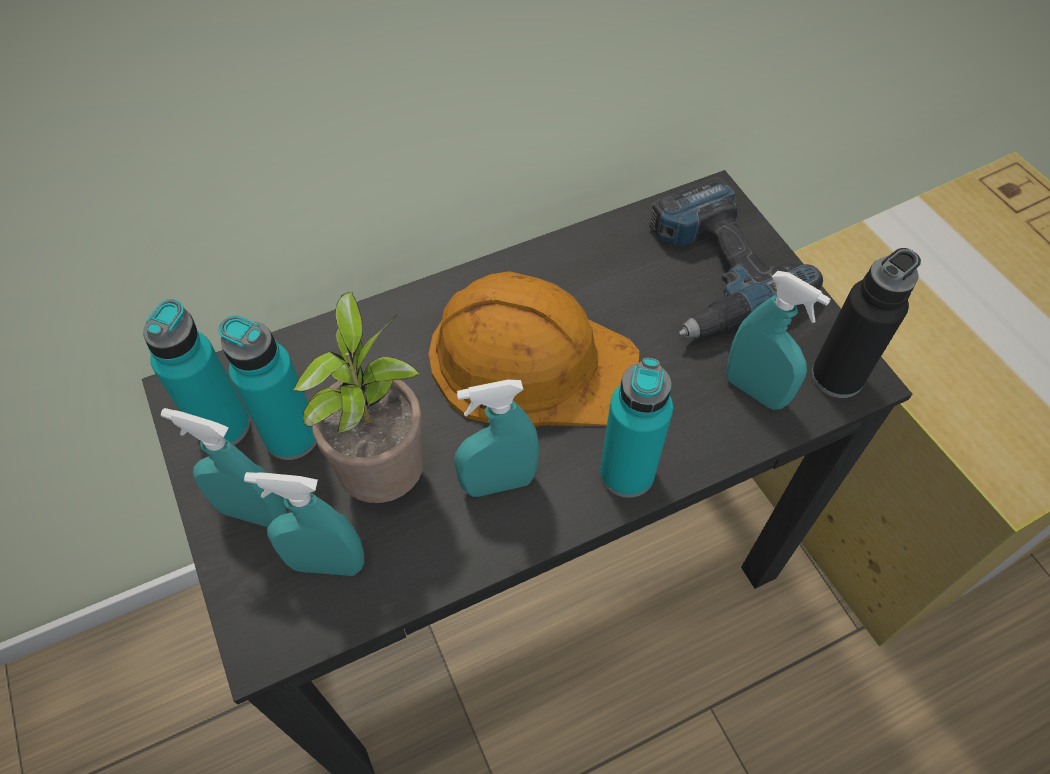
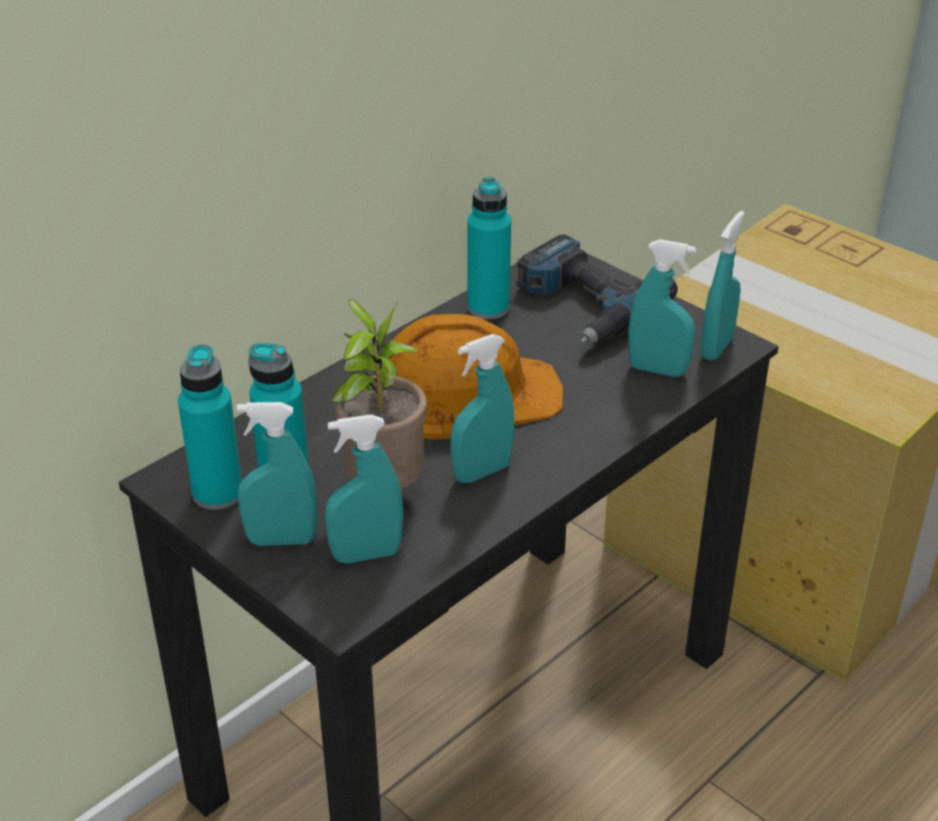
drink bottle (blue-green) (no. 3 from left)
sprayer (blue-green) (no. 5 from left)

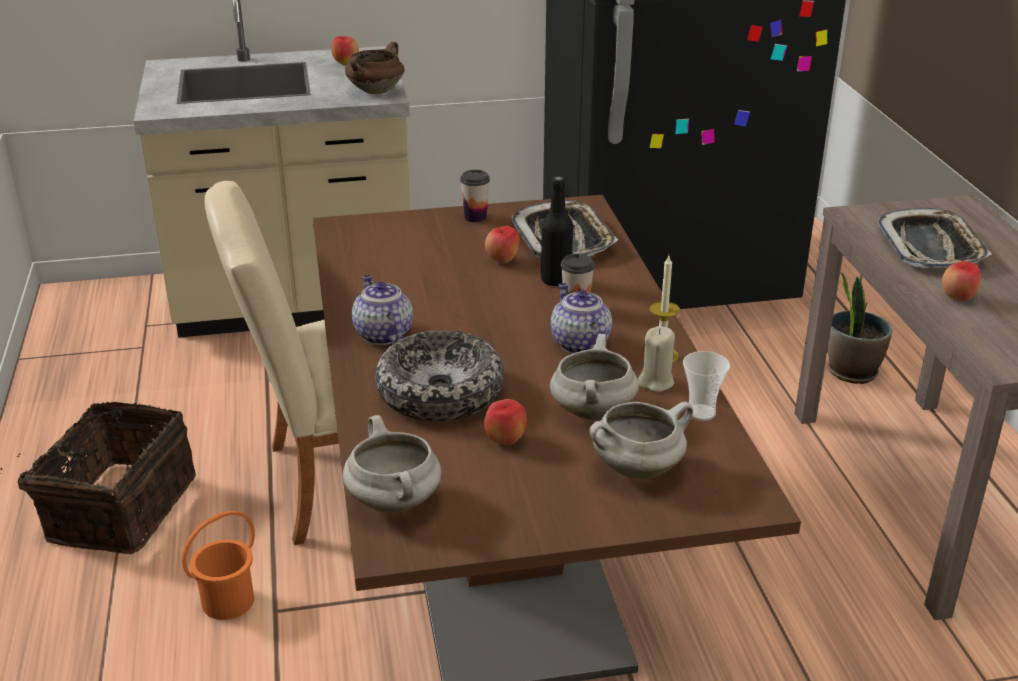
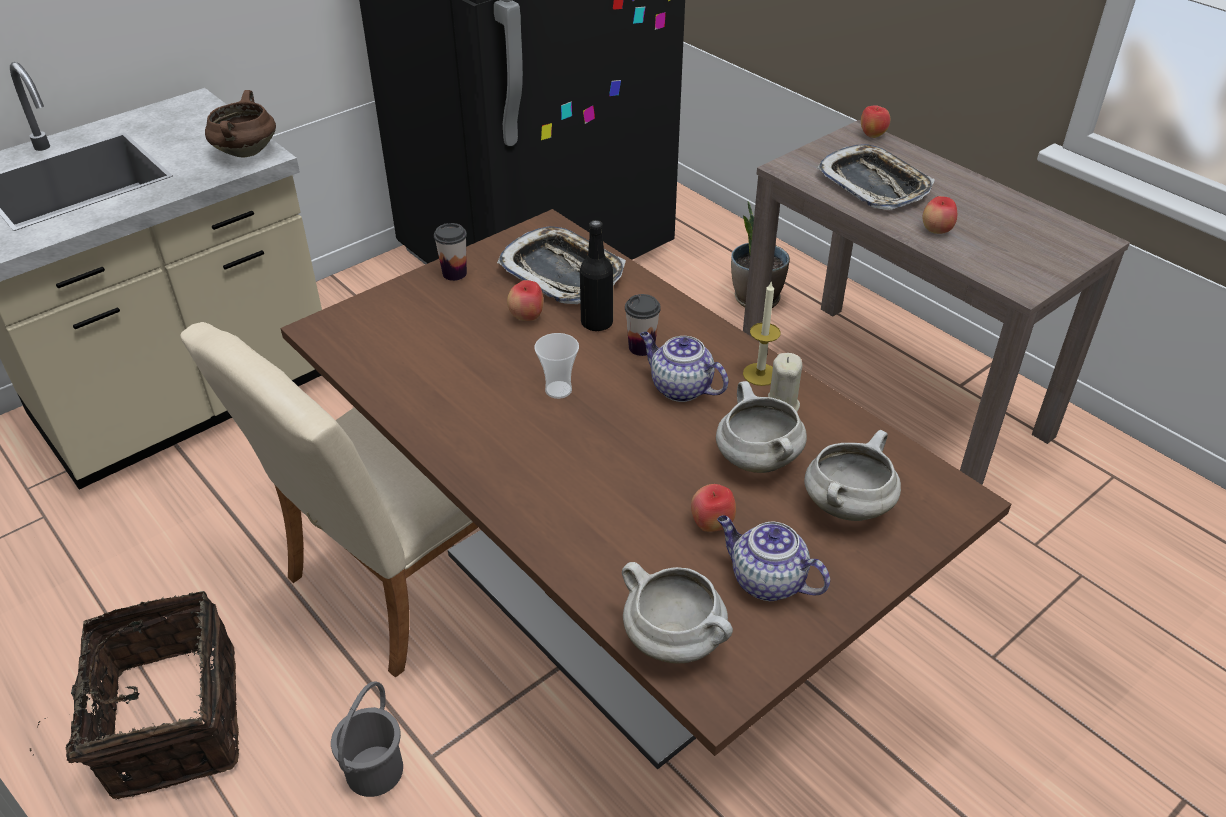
deep dish
whole apple (no. 3 from left)
tea pot (no. 2 from left)
drinking cup (no. 2 from left)
bucket (gray)

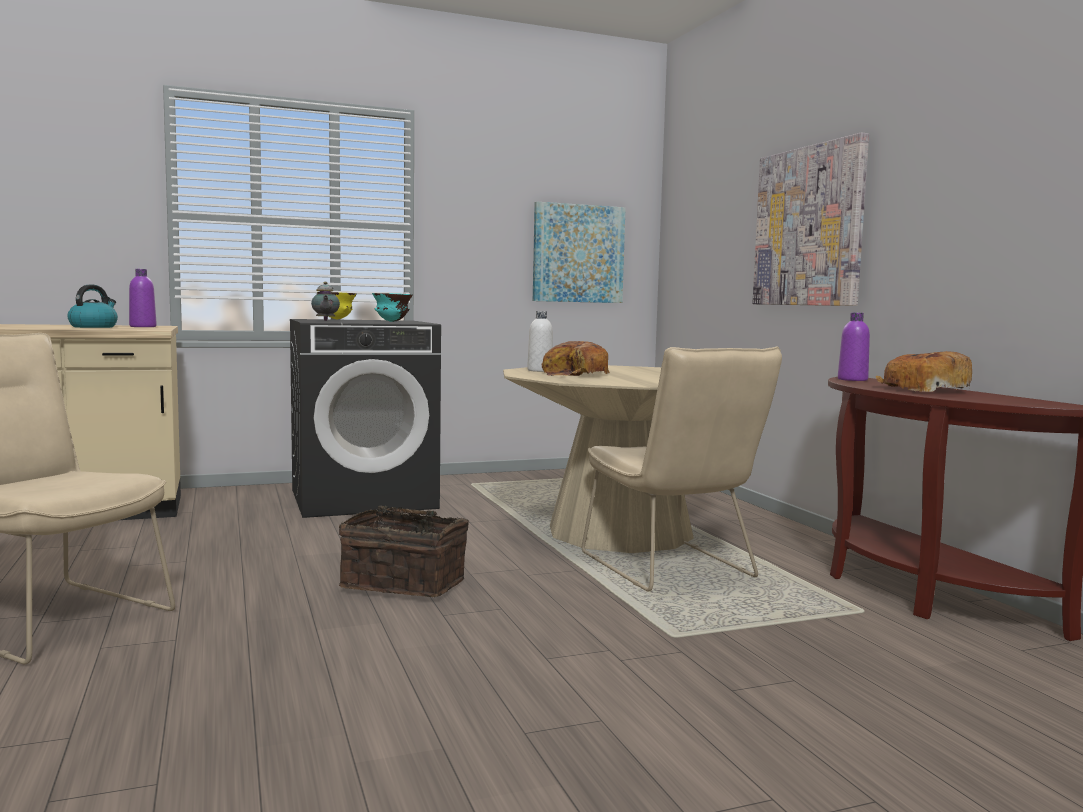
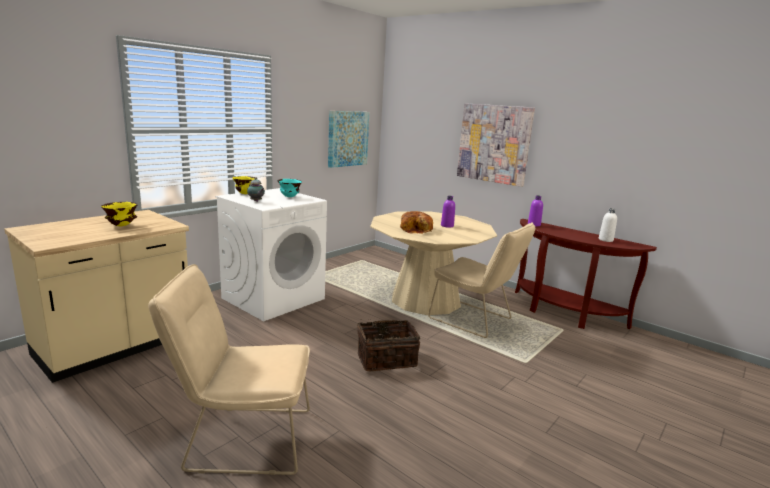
bakery bread (no. 2 from left in the first image)
drink bottle (purple) (no. 1 from left)
drink bottle (white)
deep dish (yellowish) (no. 1 from left)
laundry machine (white)

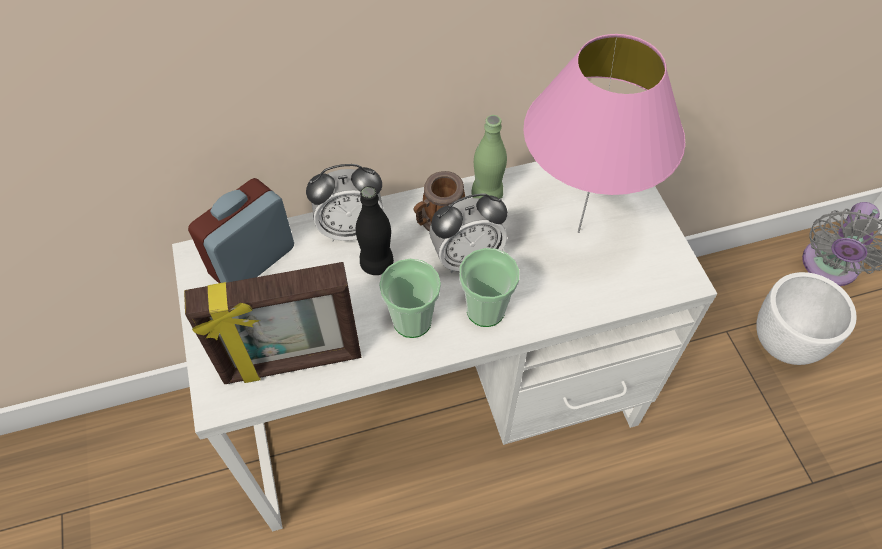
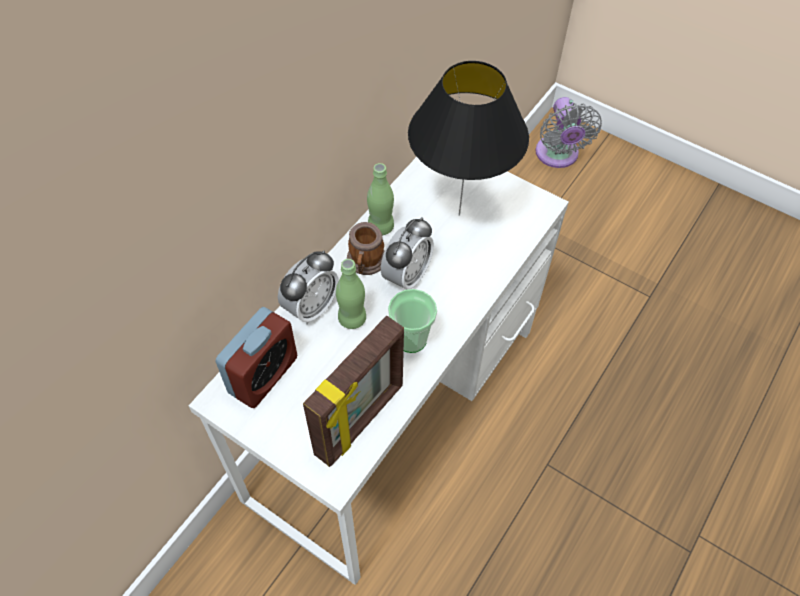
drinking cup (no. 2 from left in the first image)
planter (white)
drink bottle (green-coloured) (no. 1 from left)
lamp for a table (black-coloured)
bedside clock (no. 1 from left)

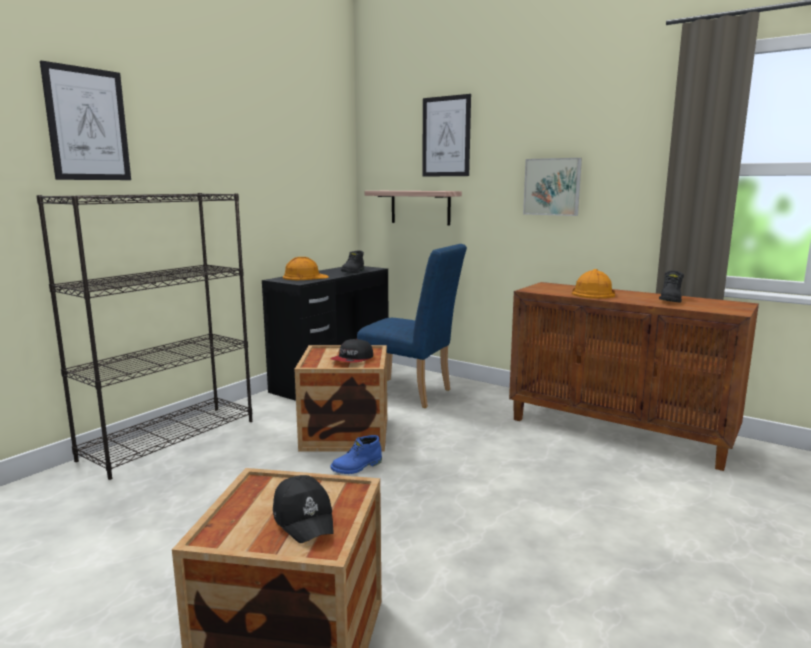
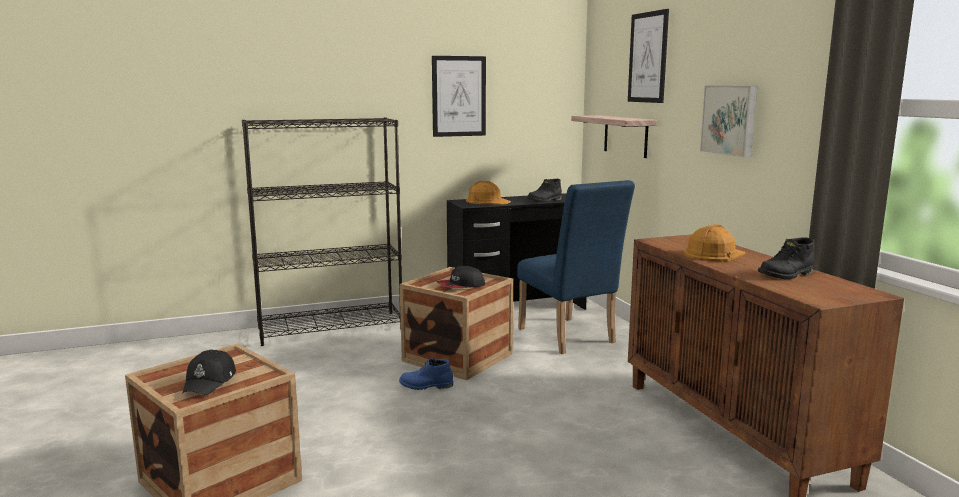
wall art (no. 1 from left)

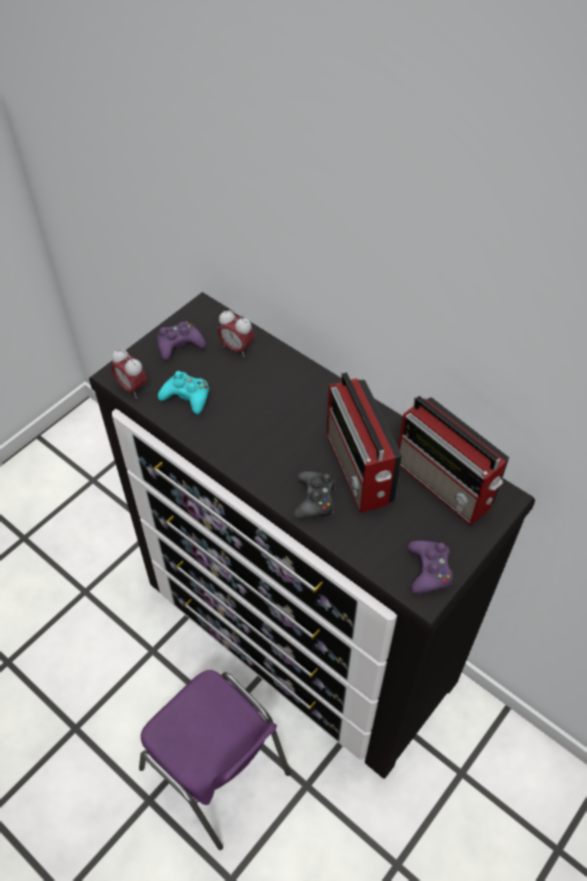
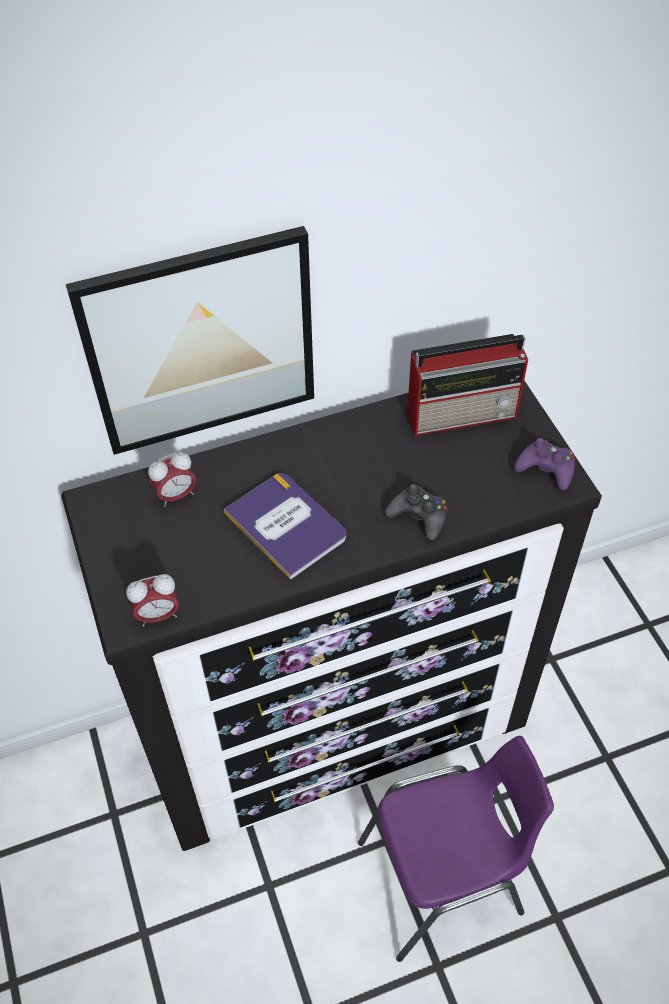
game controller (purple) (no. 1 from left in the first image)
game controller (blue-green)
radio receiver (no. 1 from left in the first image)
wall art
book

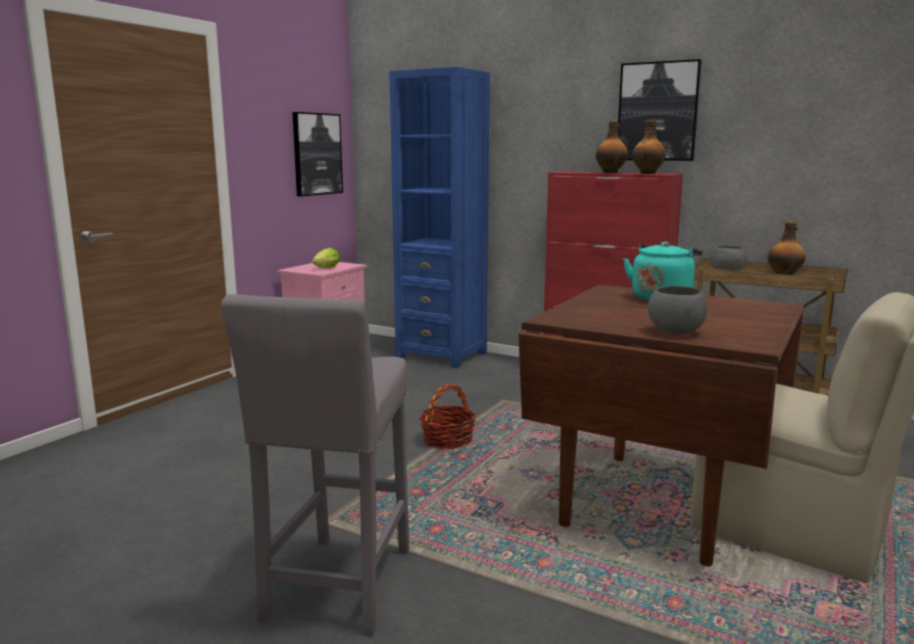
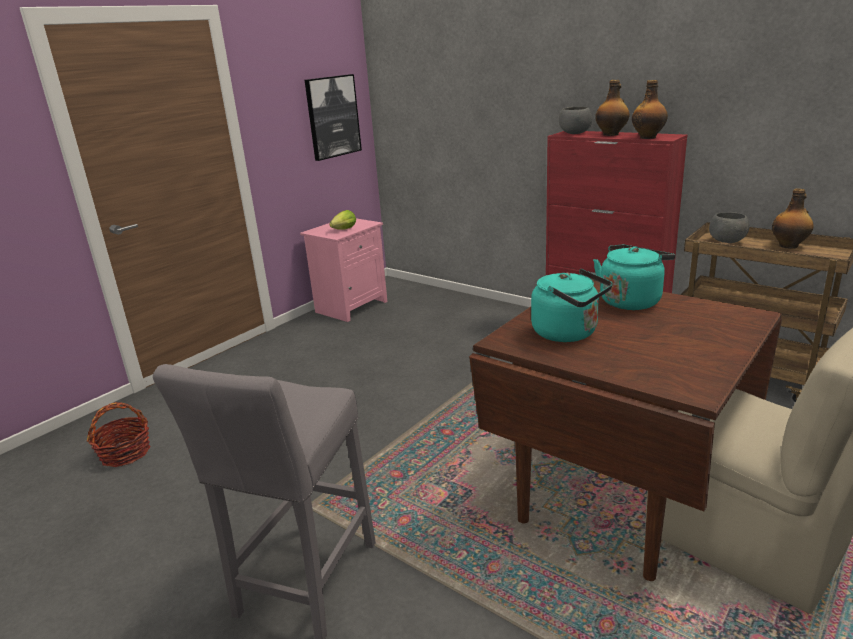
bookcase (blue-coloured)
wall art (no. 2 from left in the first image)
kettle (blue-green) (no. 1 from left)
household basket
deep dish (gray) (no. 1 from left)

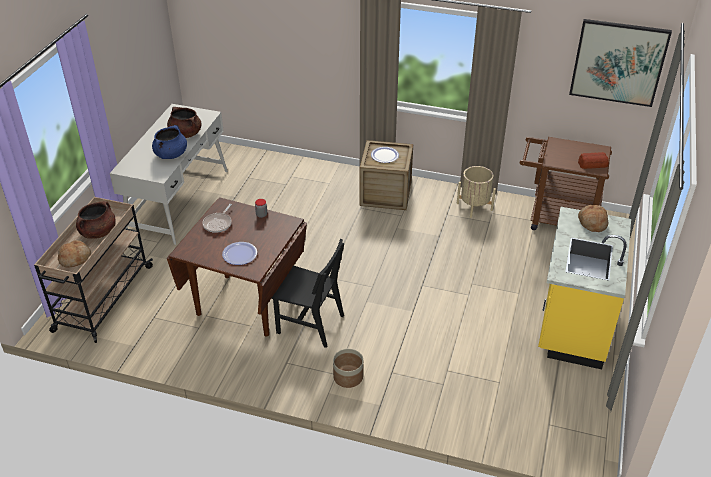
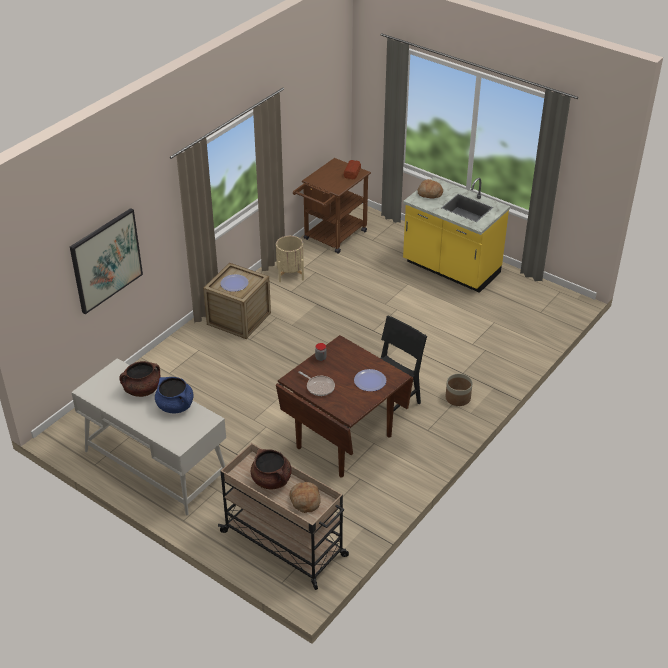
wall art

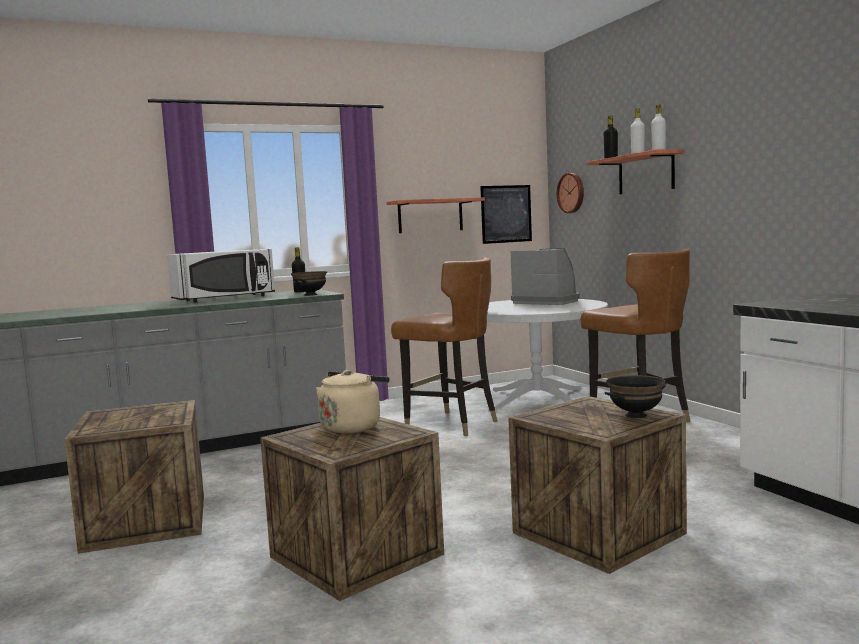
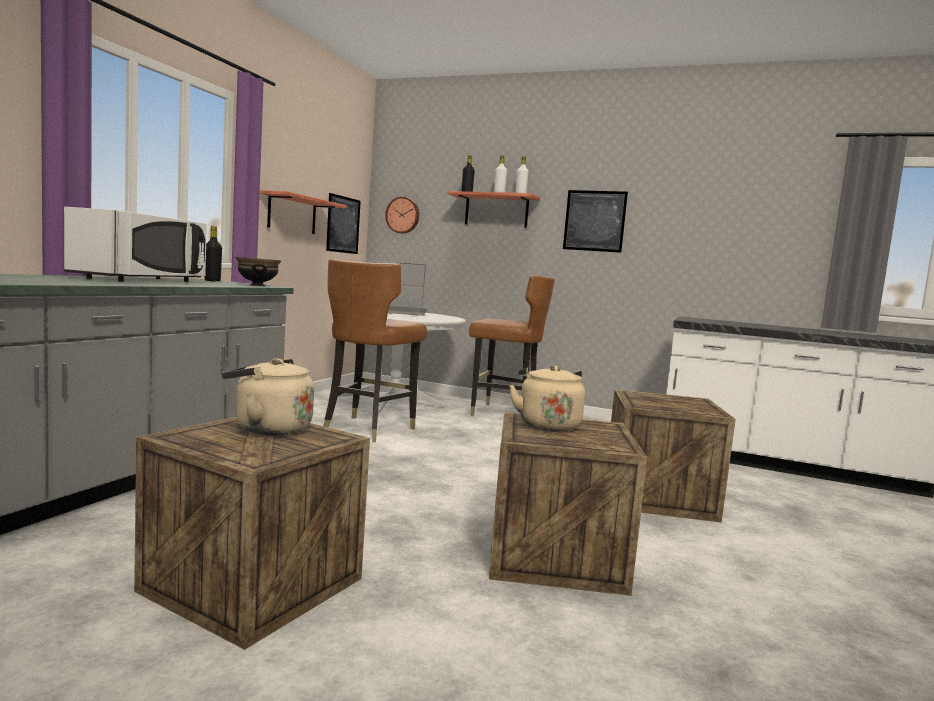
deep dish (black-coloured) (no. 2 from left in the first image)
kettle (beige) (no. 1 from left)
wall art (no. 2 from left)
plain chair (brown-coloured) (no. 1 from left)

